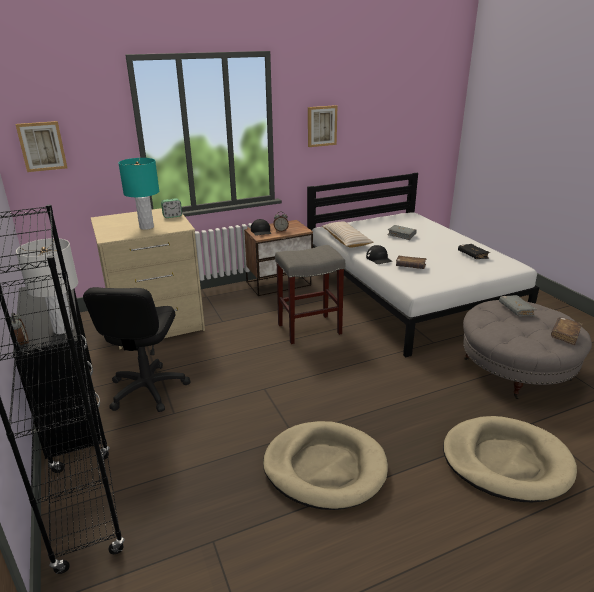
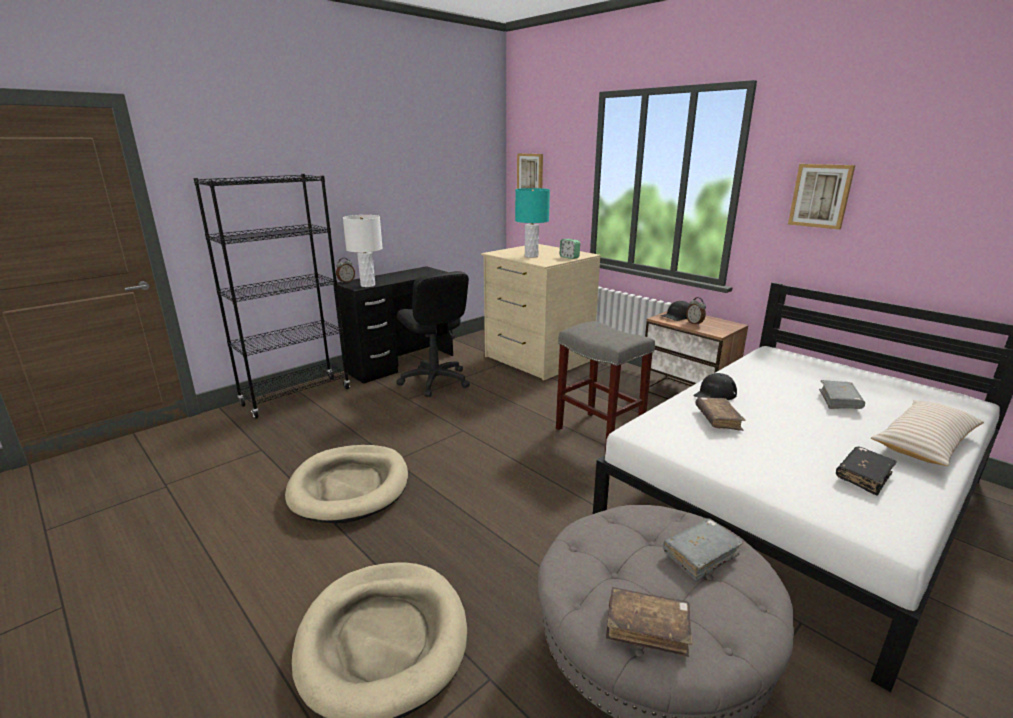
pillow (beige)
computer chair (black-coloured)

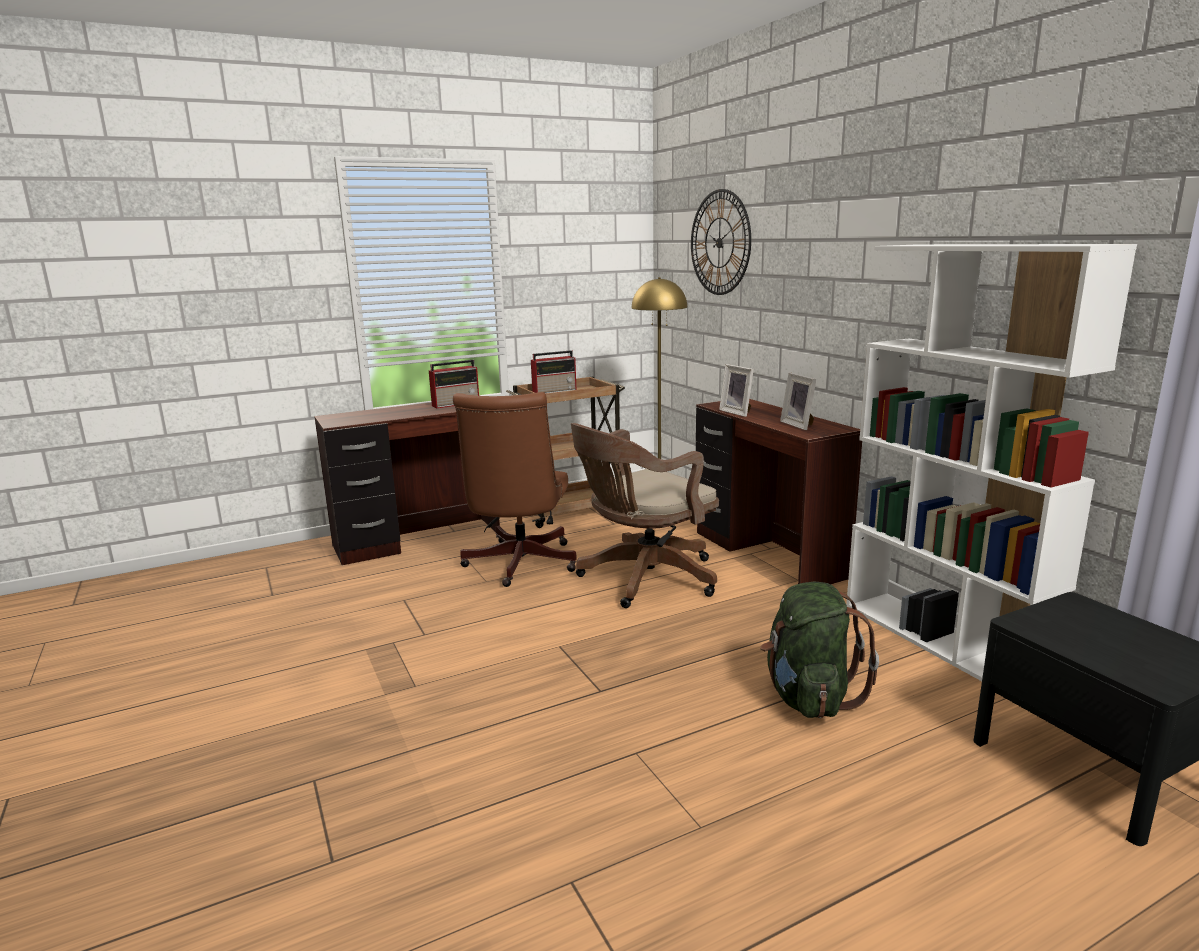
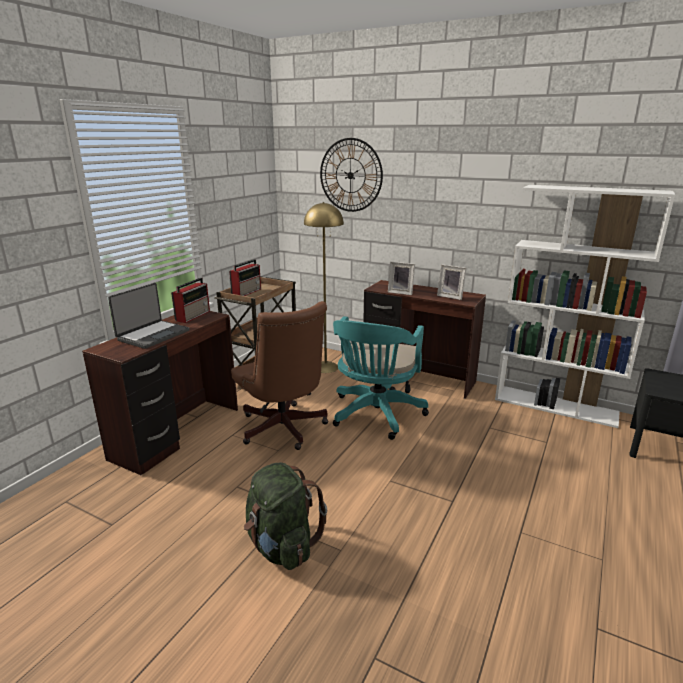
notebook computer
backpack (green-coloured)
computer chair (blue-green)

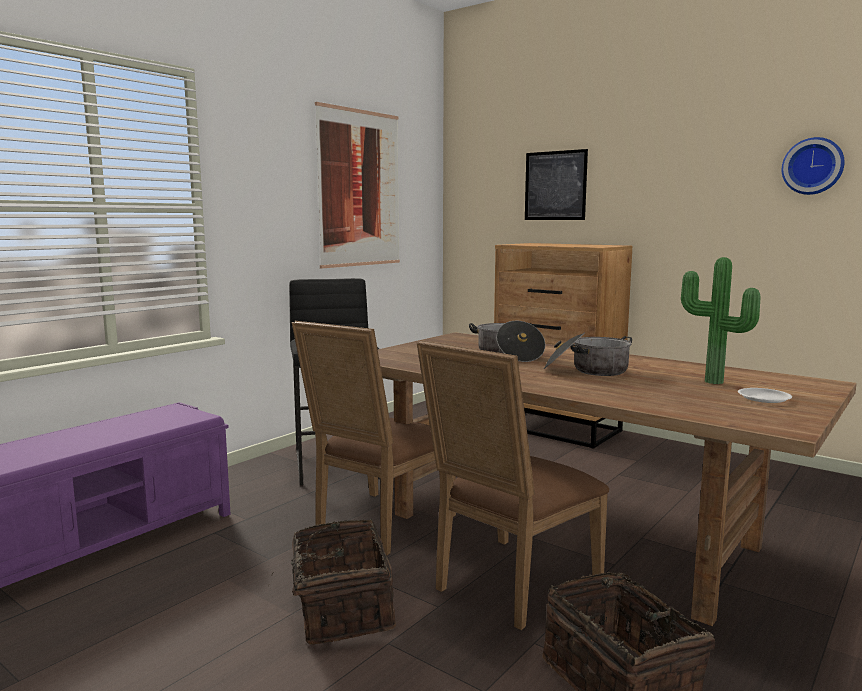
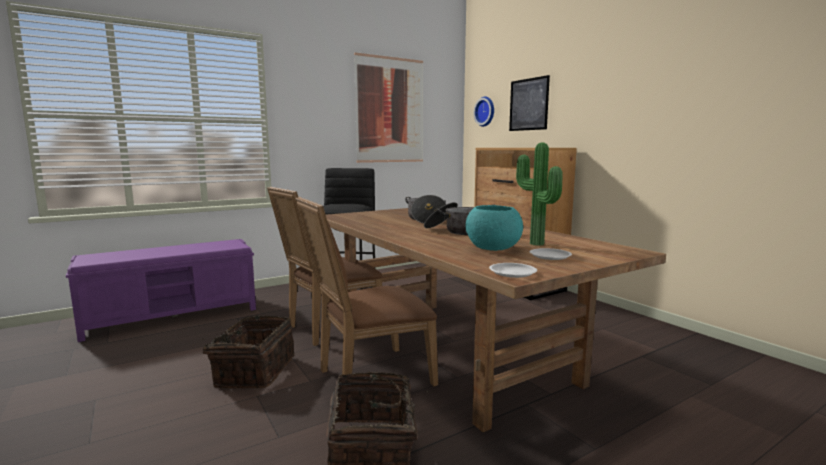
deep dish (blue-green)
flat dish (white) (no. 1 from left)
wall clock

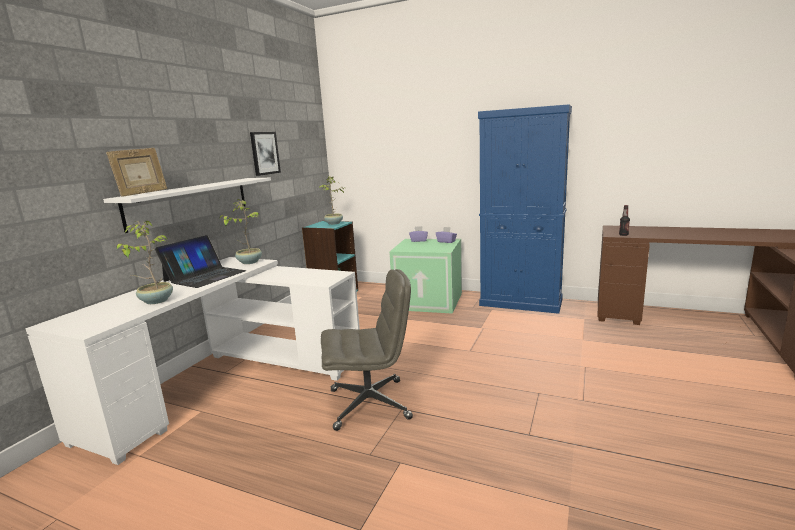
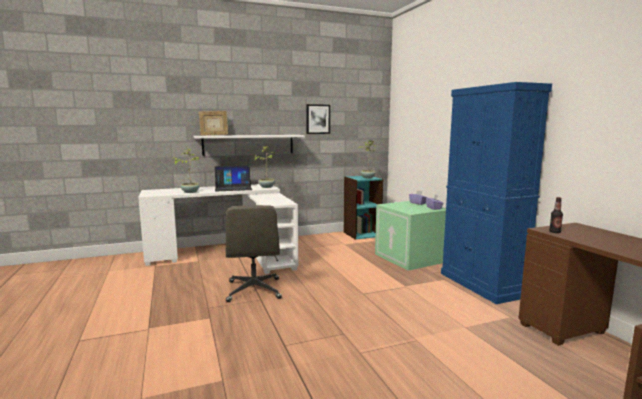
computer chair (gray)

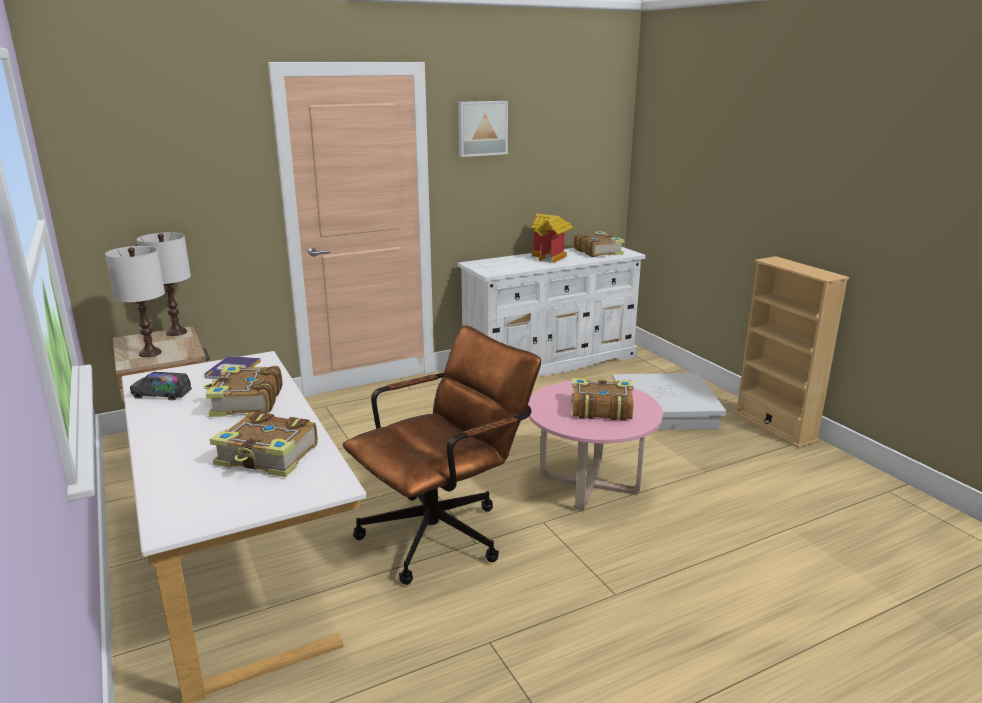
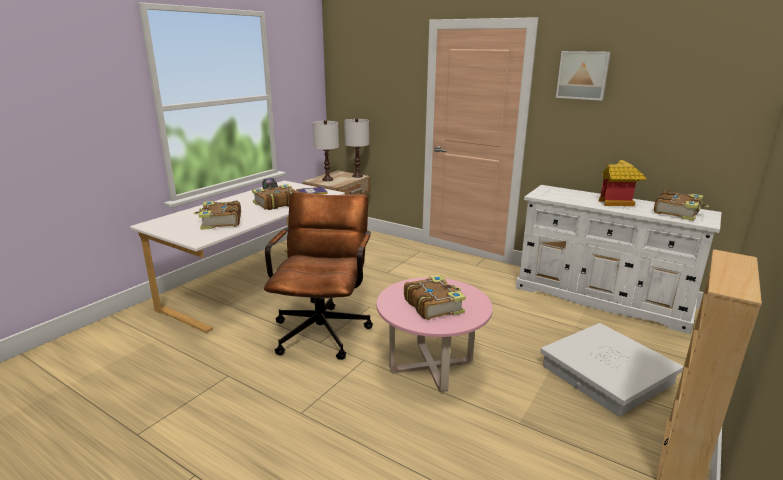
computer chair (brown-coloured)

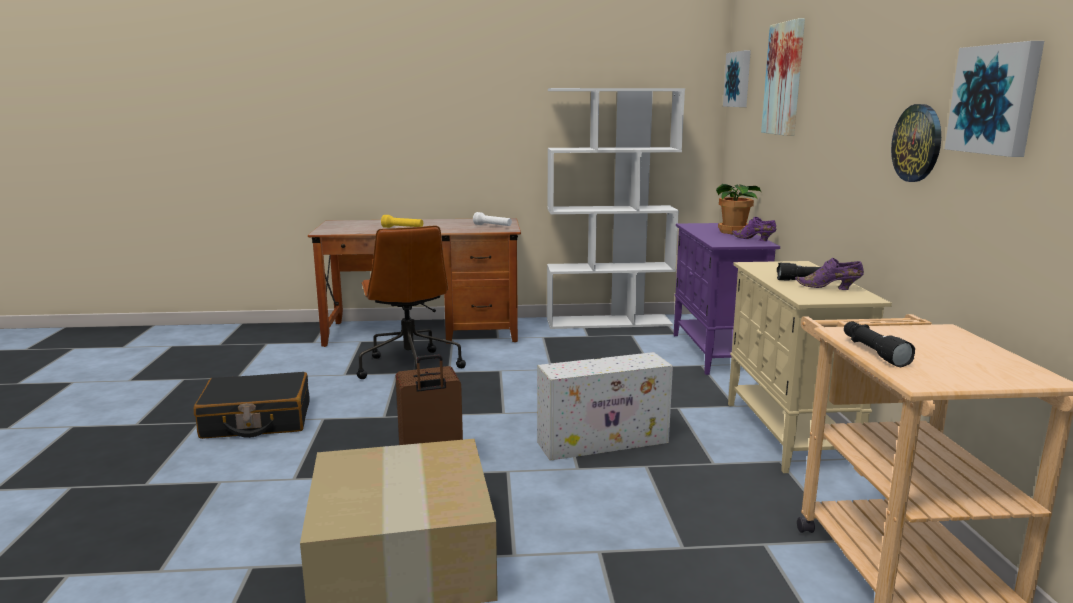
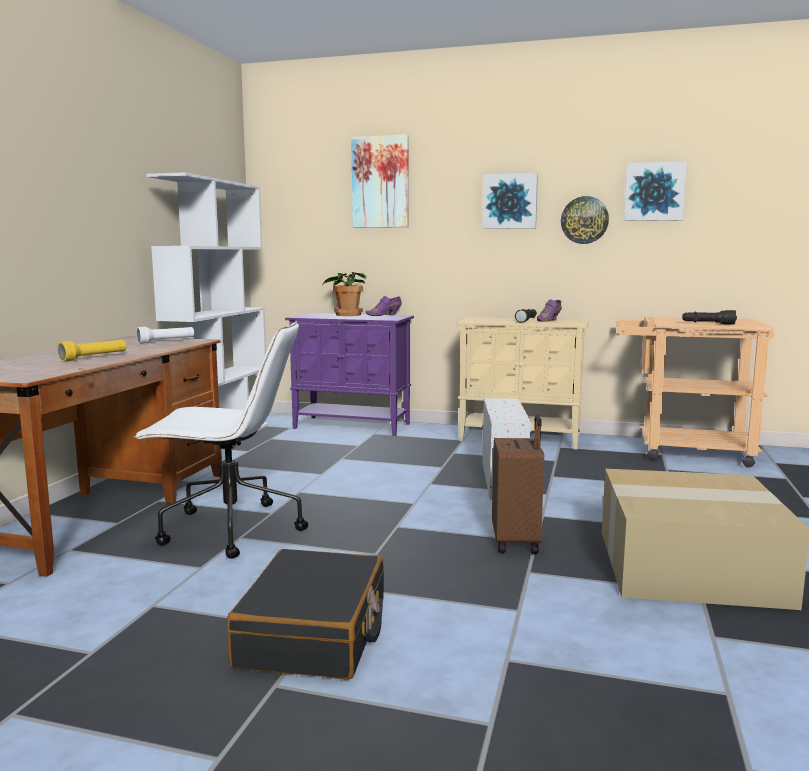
wall art (no. 2 from left)
computer chair (white)

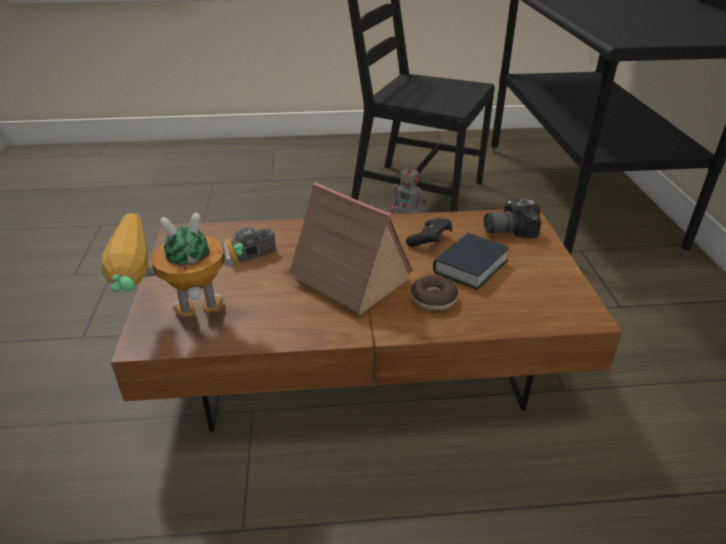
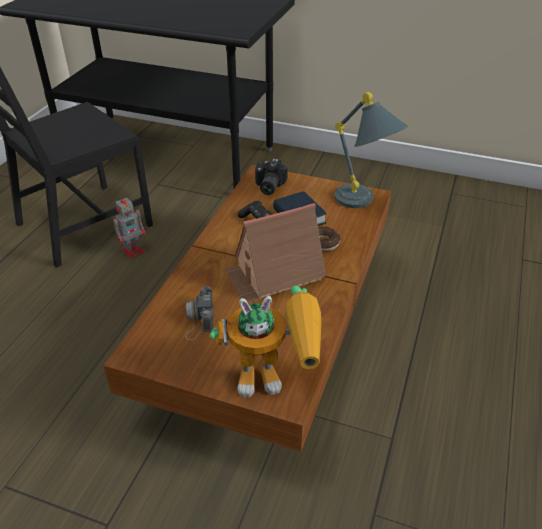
lamp for a table (gray)
robot figure (no. 2 from left)

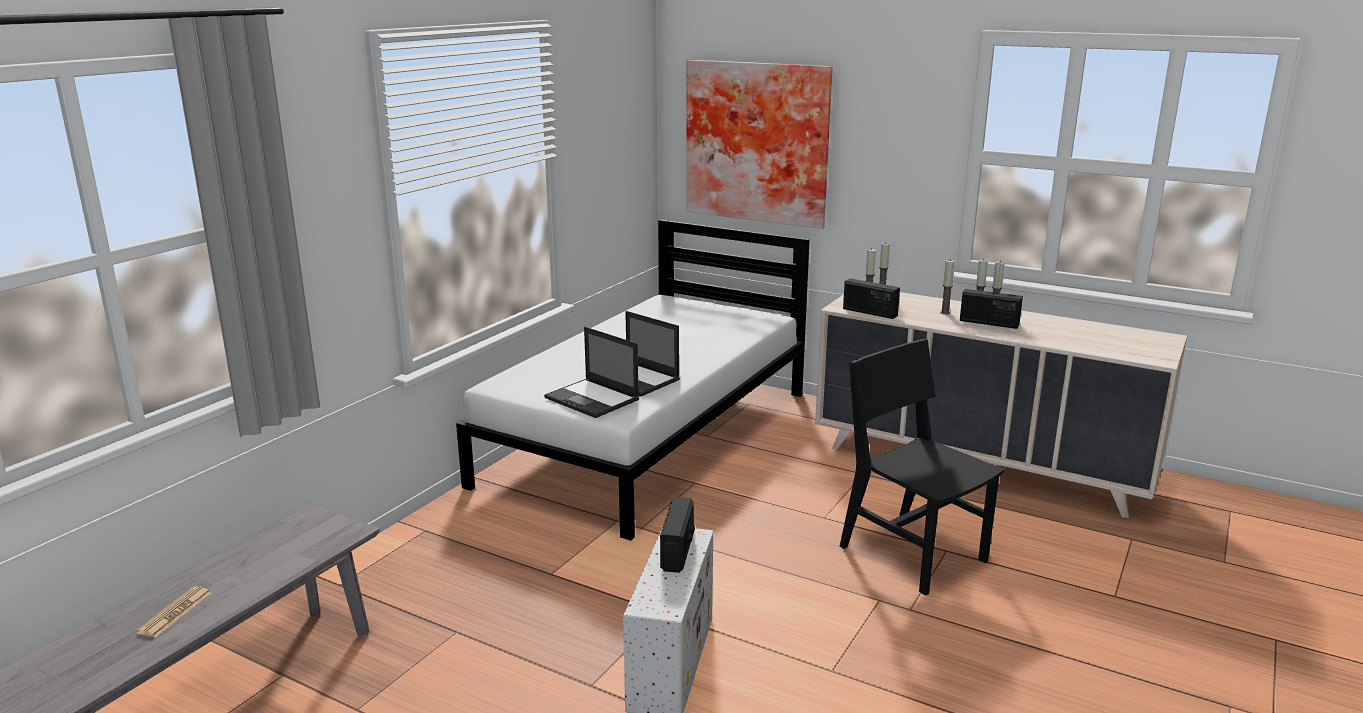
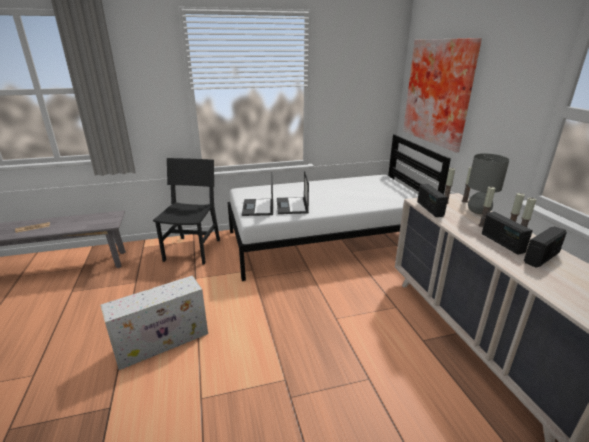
lamp for a table (gray)
radio receiver (no. 3 from left)
plain chair (black-coloured)

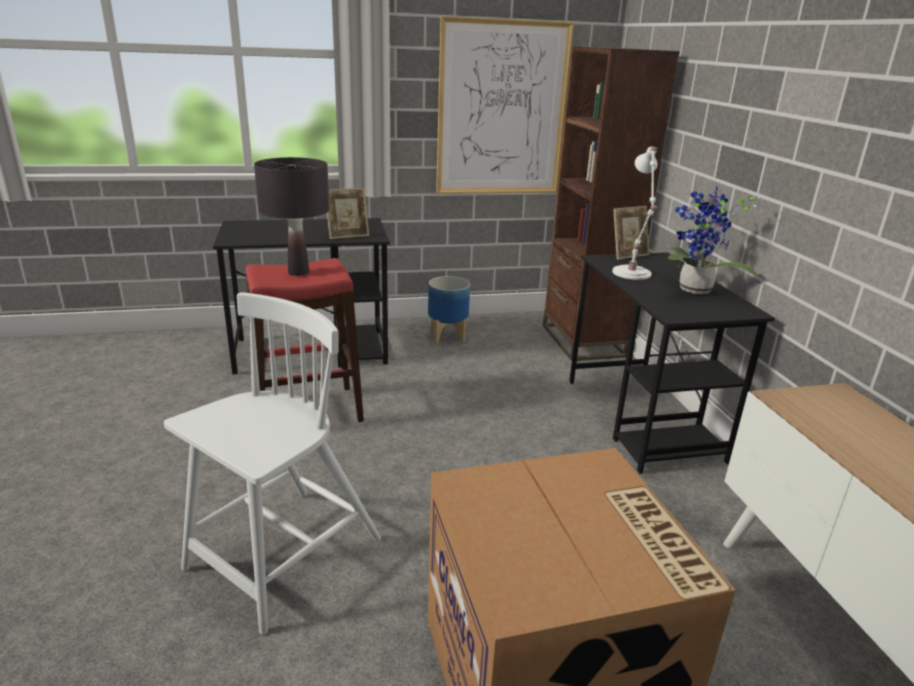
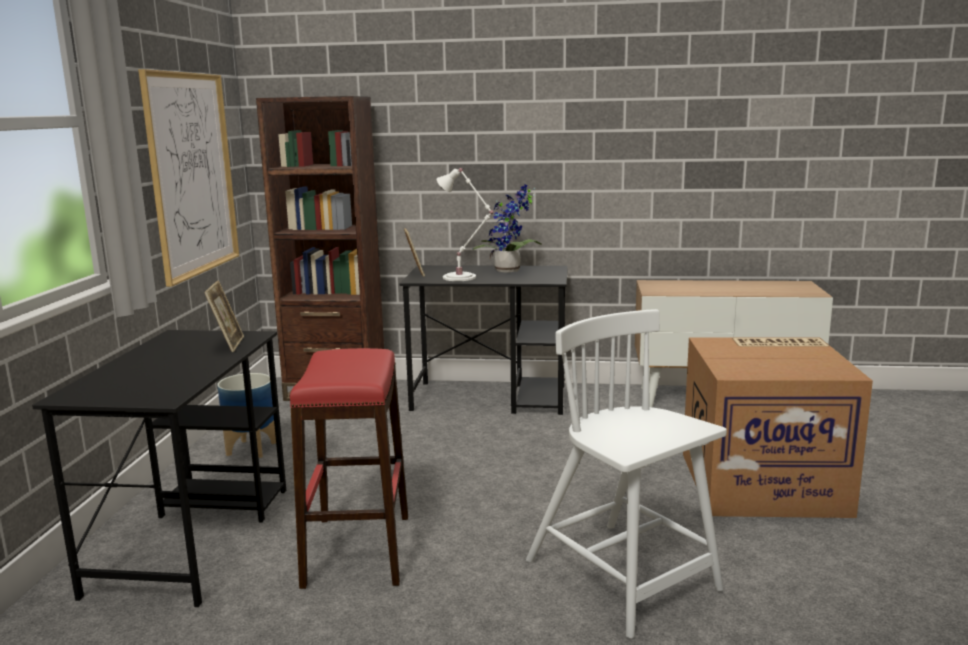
lamp for a table (black-coloured)

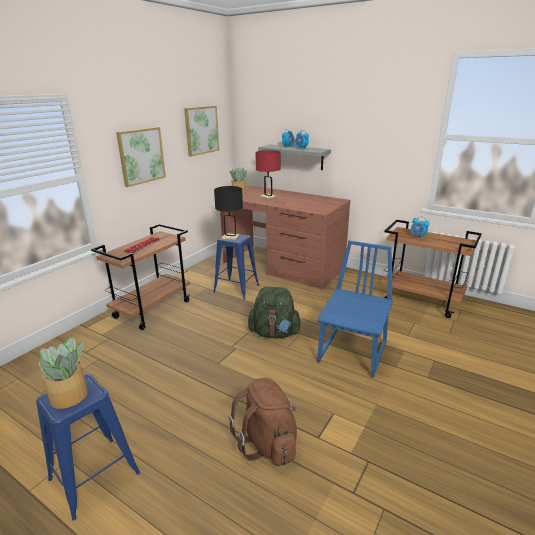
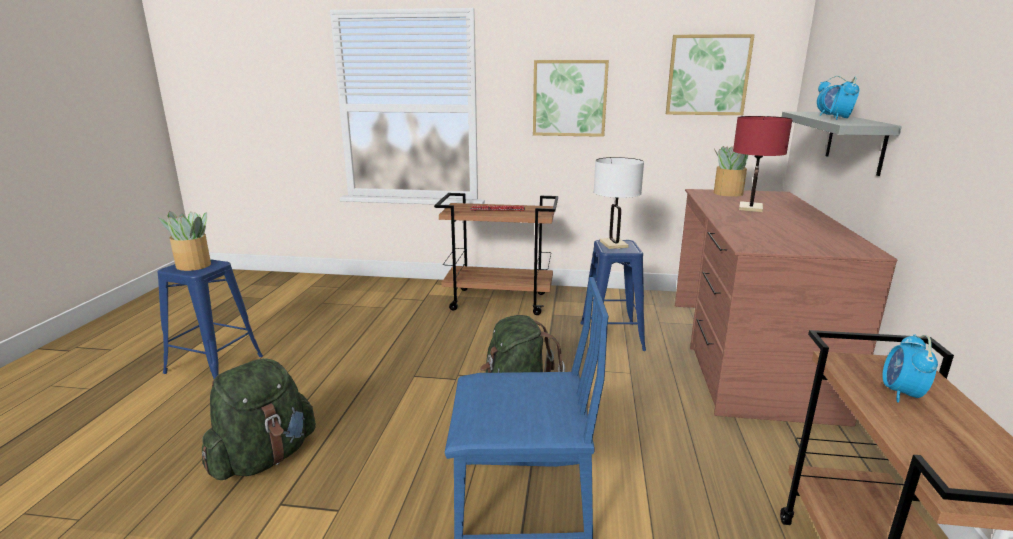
lamp for a table (white)
backpack (green-coloured) (no. 1 from left)

